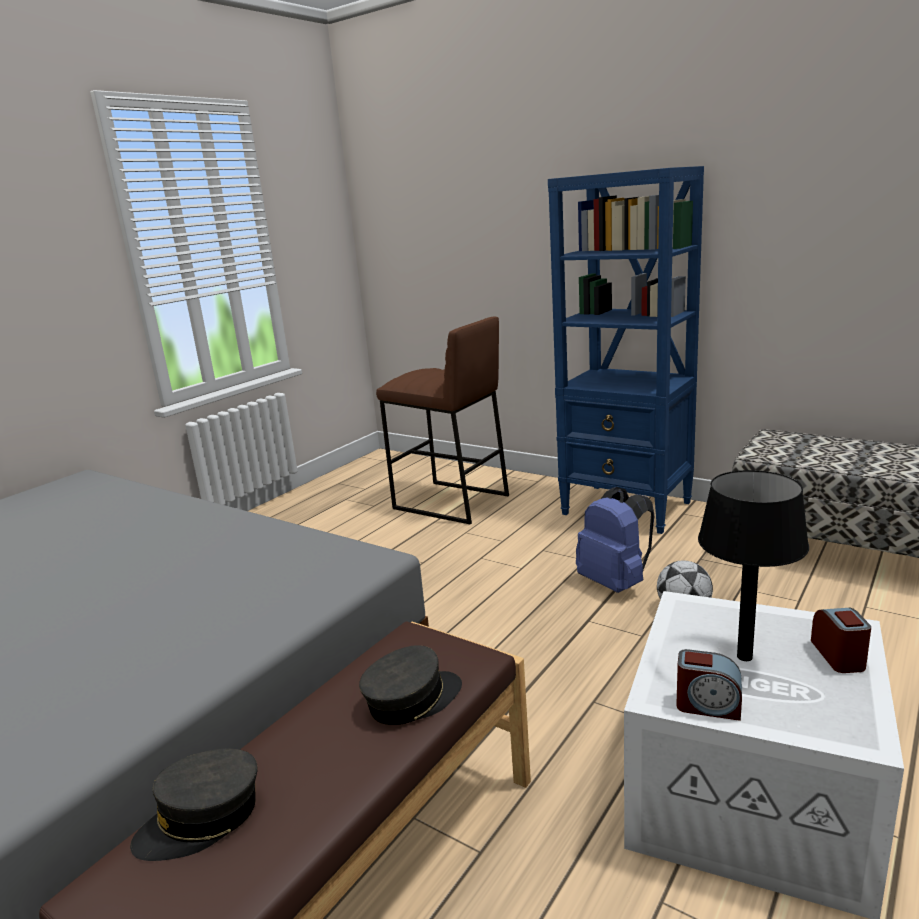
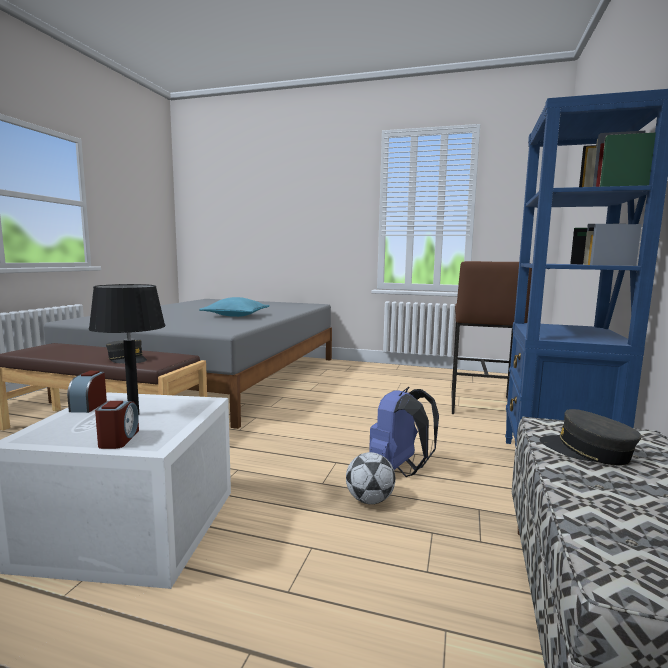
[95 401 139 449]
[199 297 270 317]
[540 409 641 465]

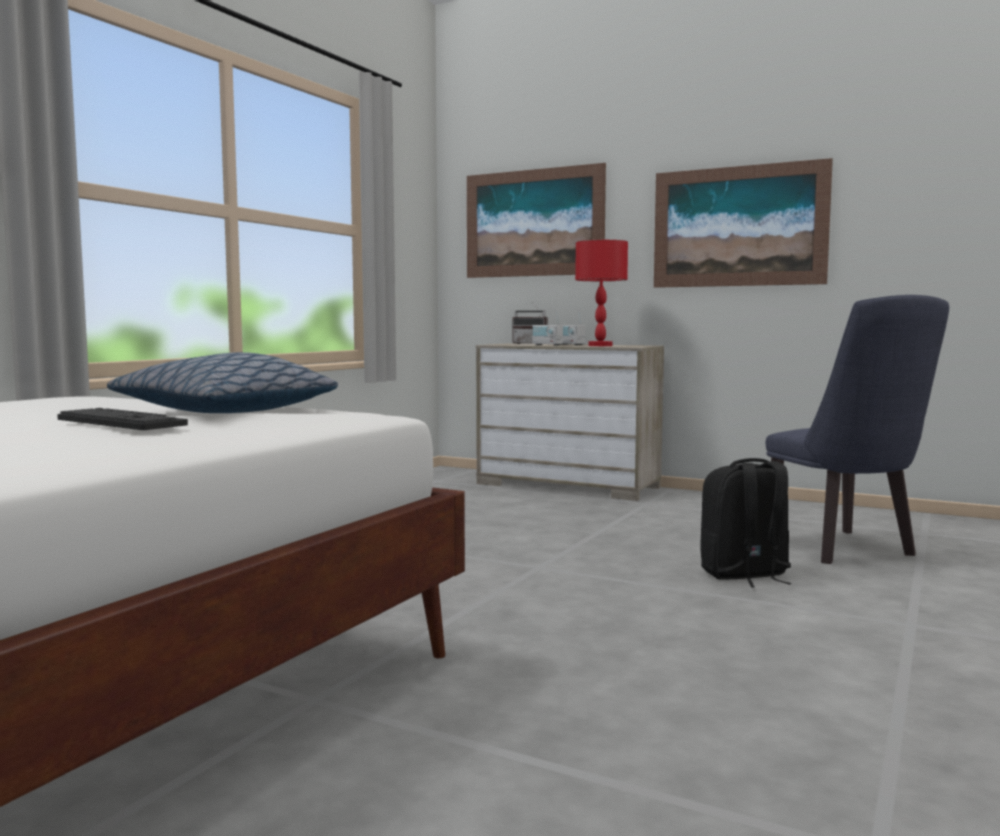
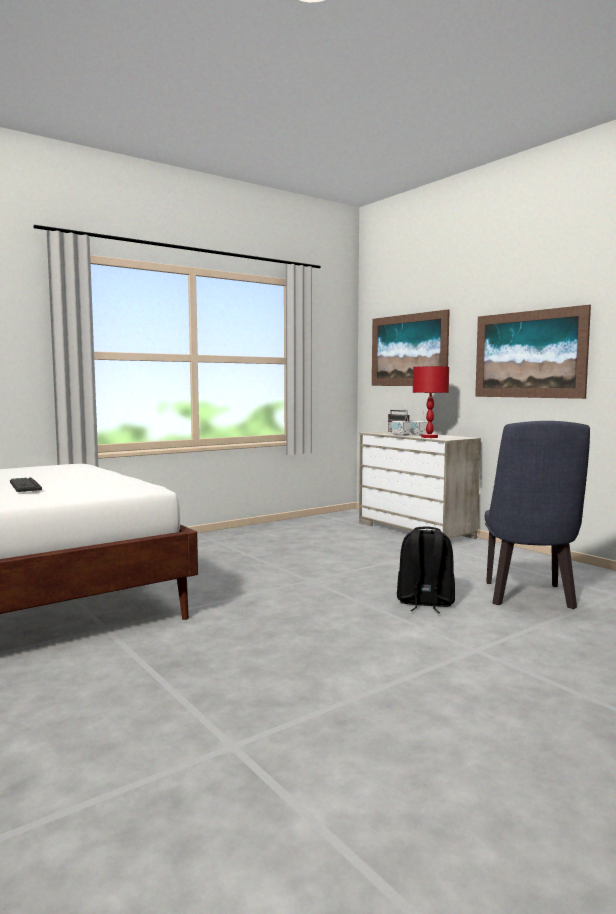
[107 352 338 413] (first image)

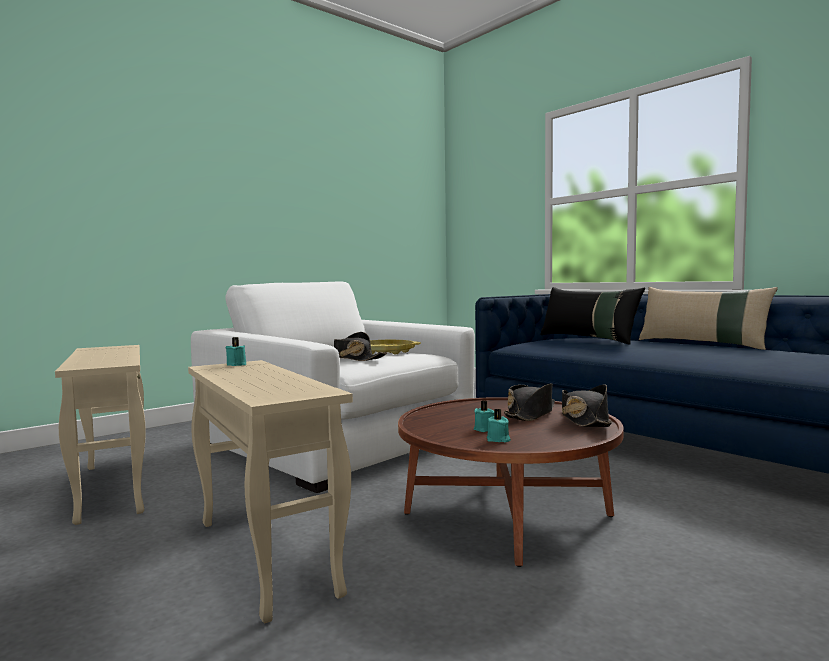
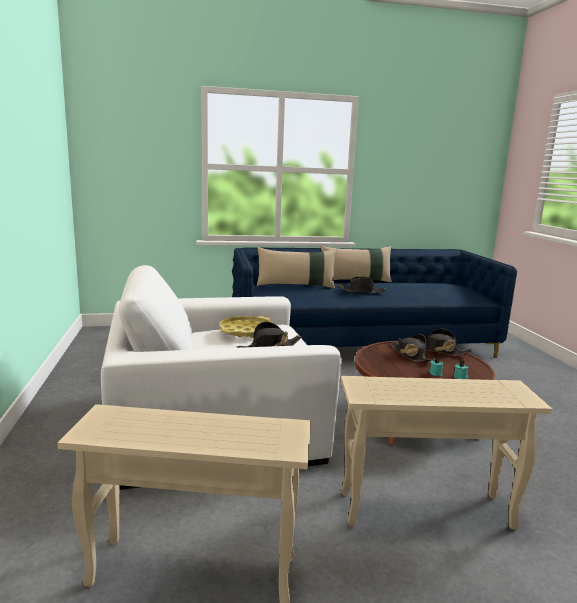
[257 247 336 288]
[338 276 386 293]
[225 337 246 366] (first image)

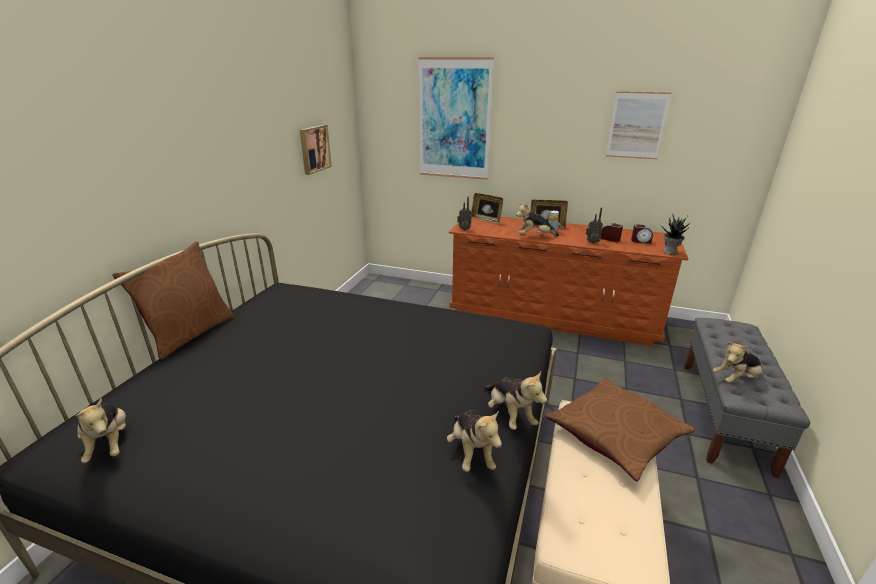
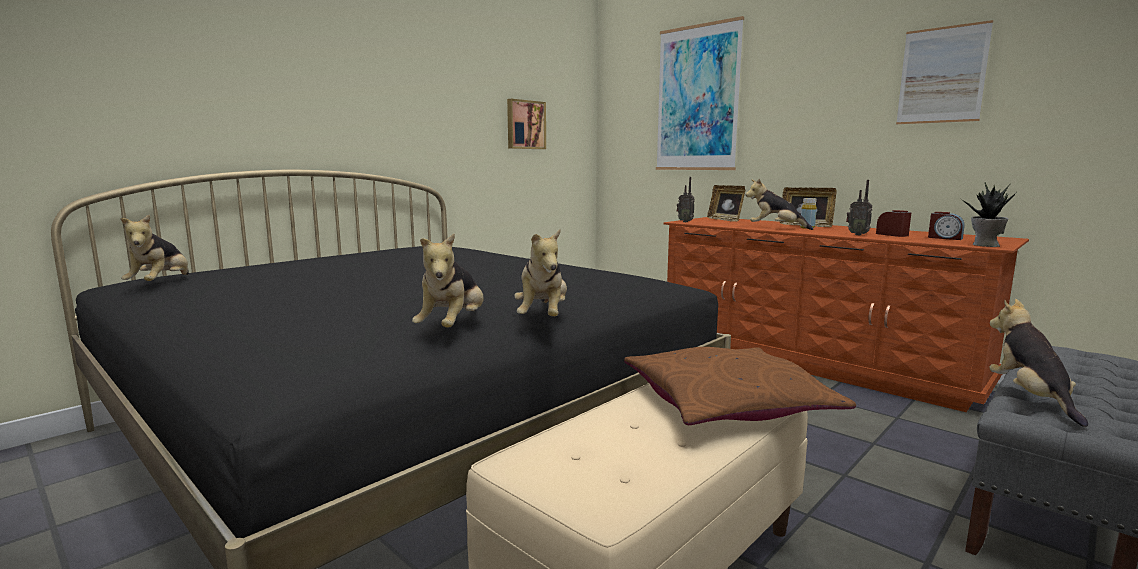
[989 299 1088 427]
[112 242 235 360] (first image)

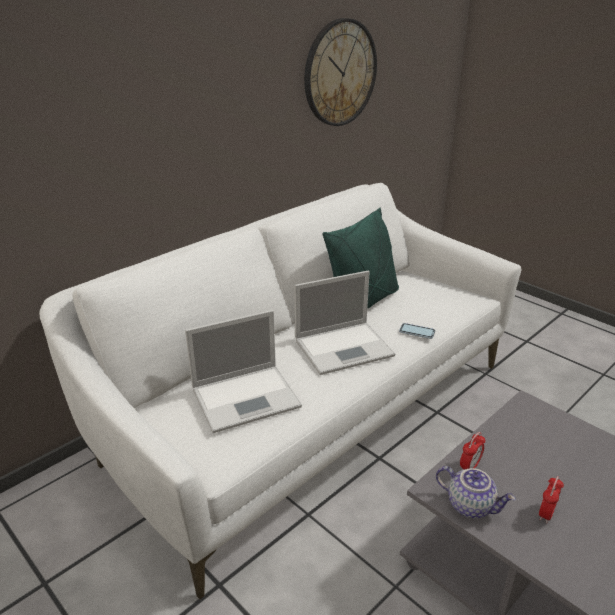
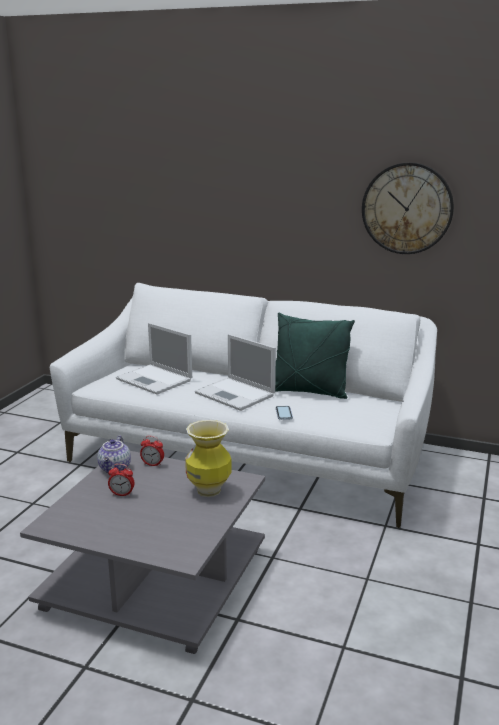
[185 420 232 497]

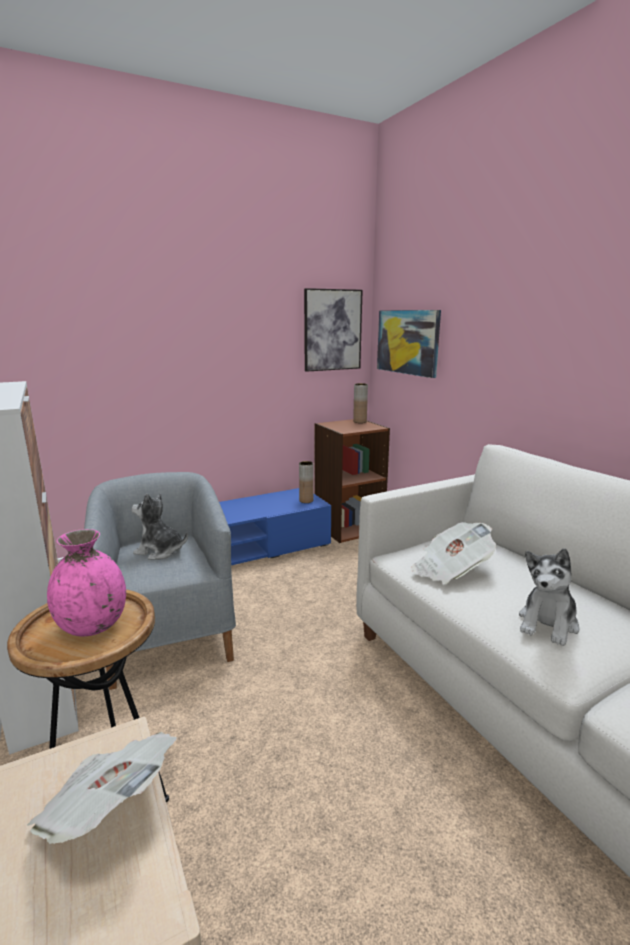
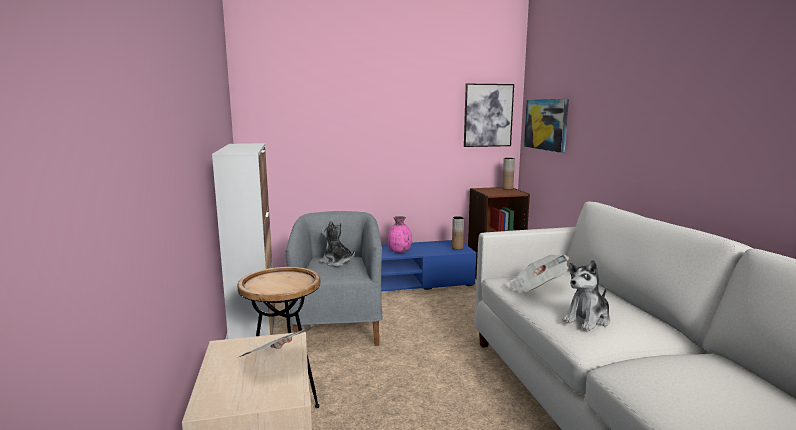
[387 216 412 253]

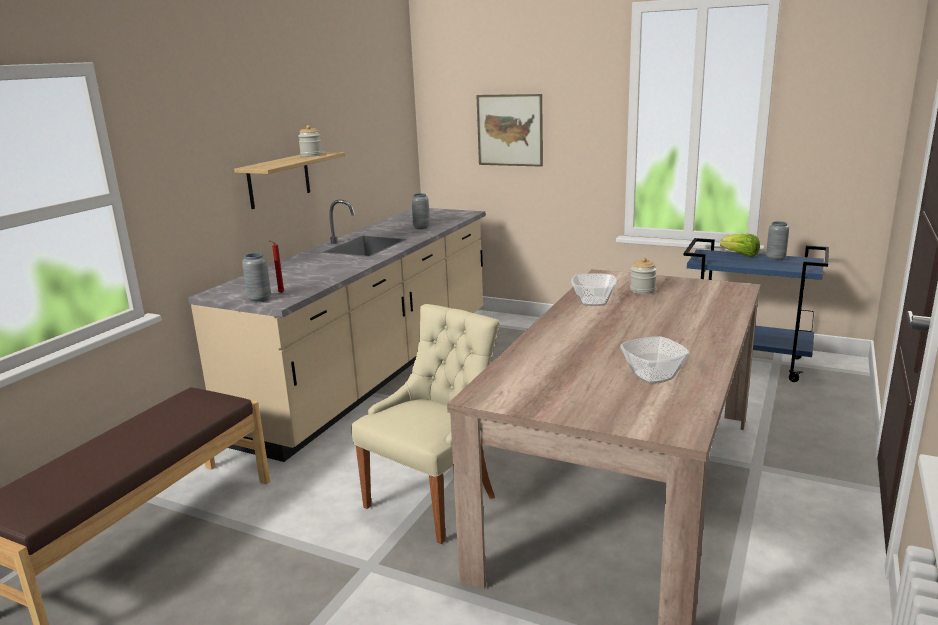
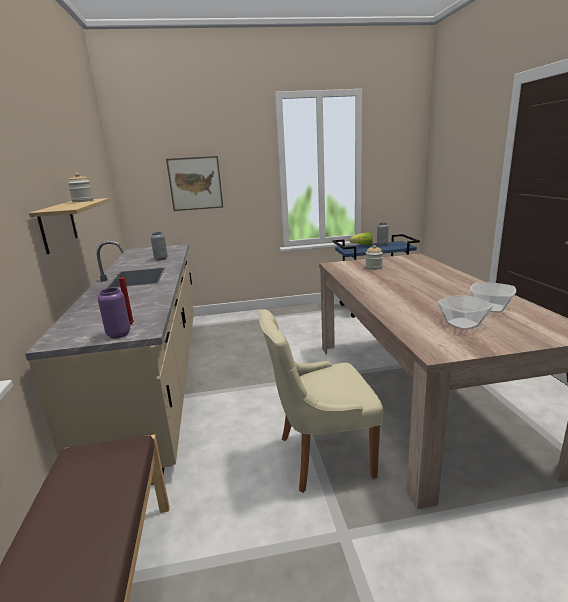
[98 288 130 338]
[259 310 383 493]
[437 295 493 330]

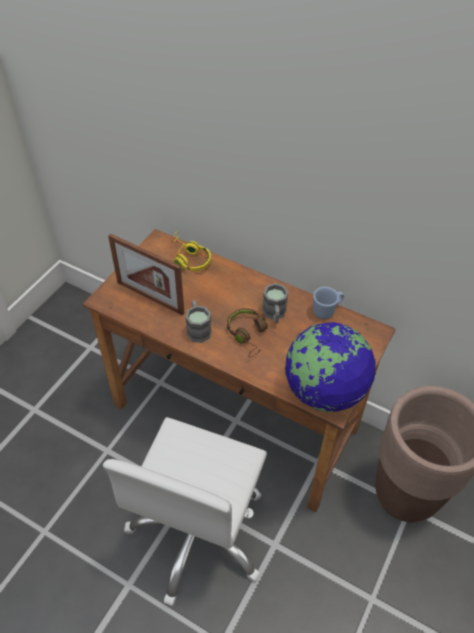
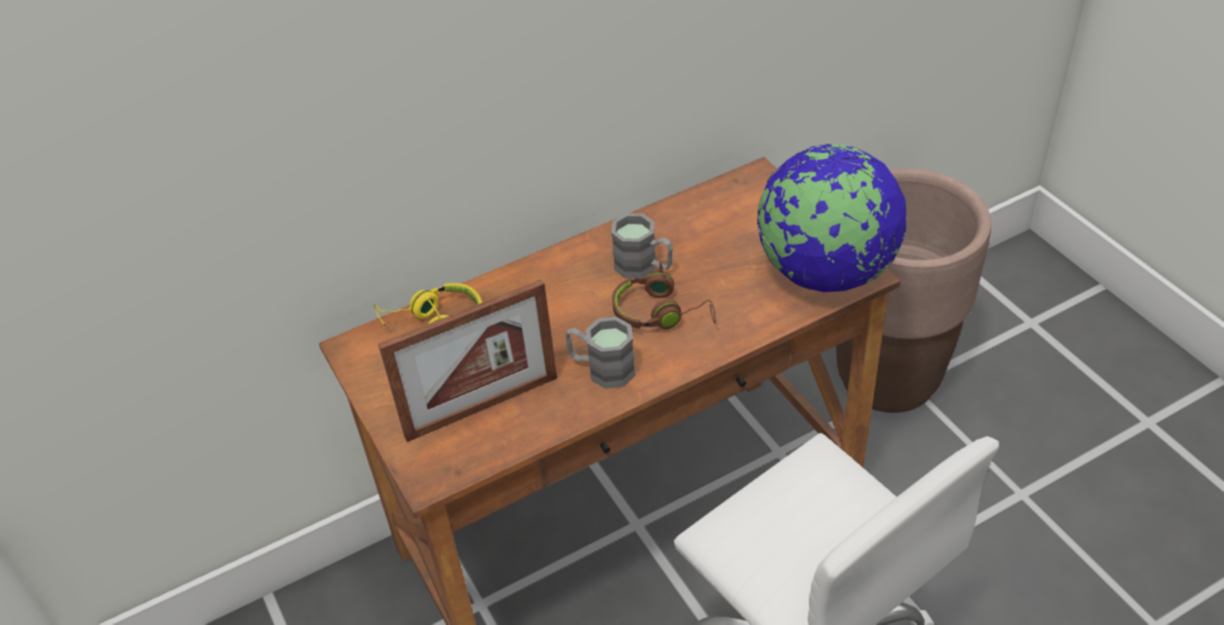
[313 287 344 319] (first image)

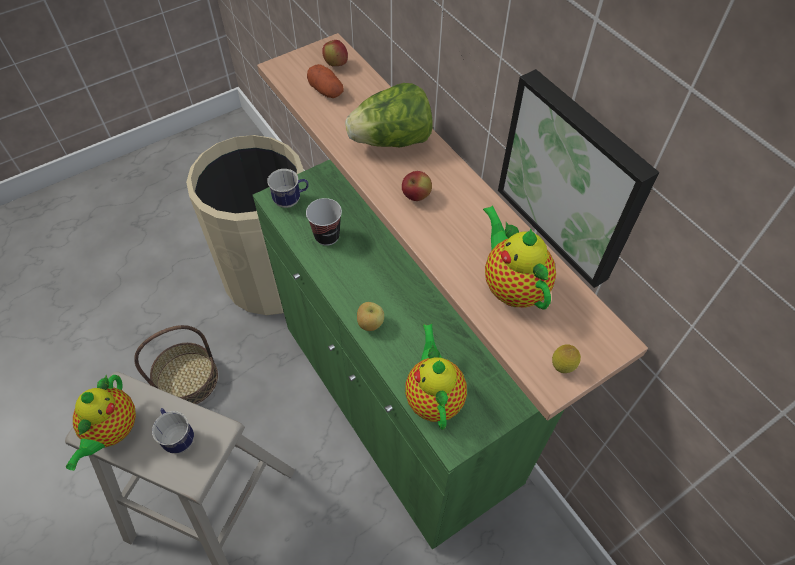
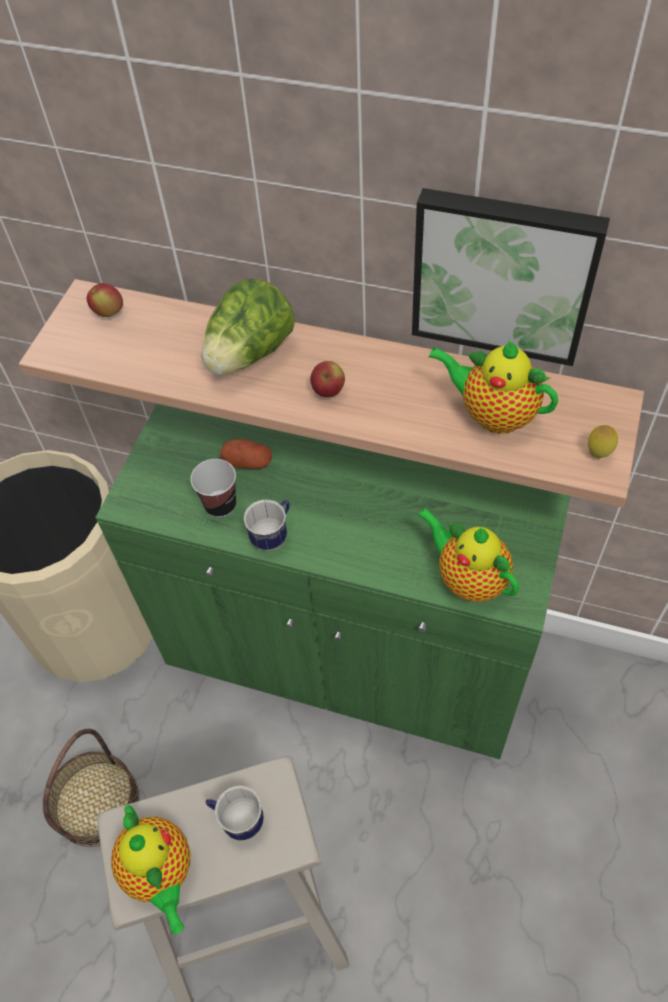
[220 439 272 469]
[244 499 290 551]
[357 302 384 331] (first image)

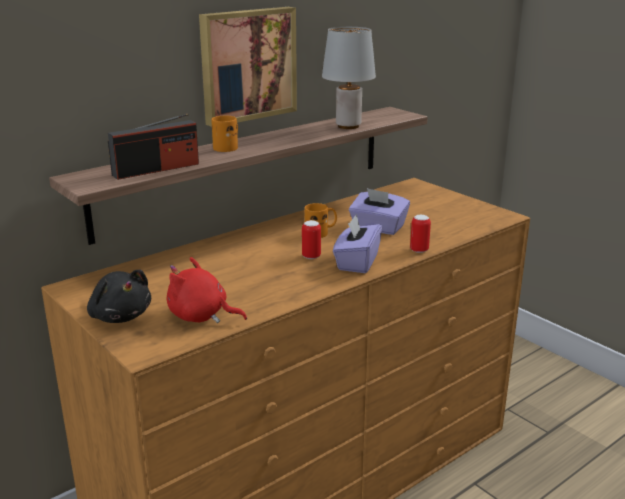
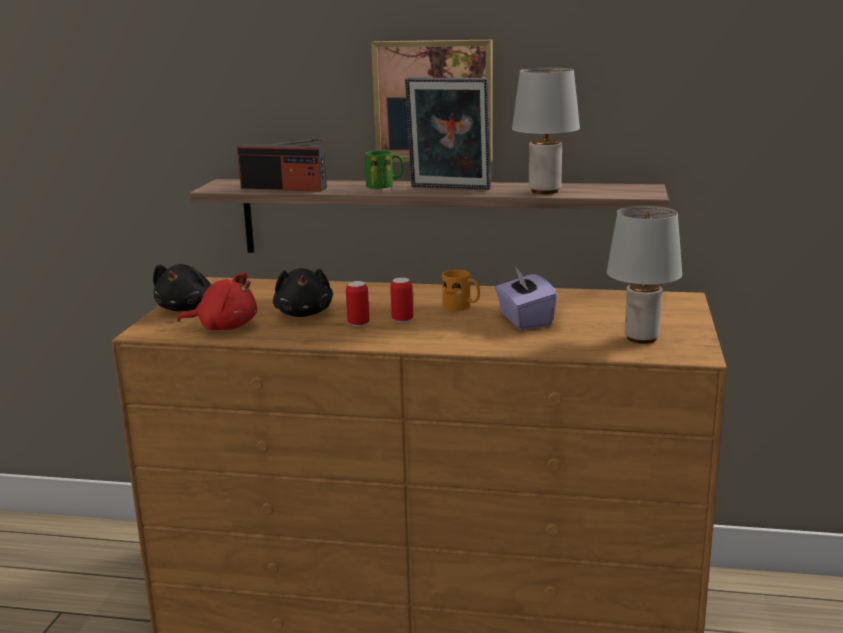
[177 273 257 330]
[273 268 333 317]
[346 281 369 327]
[365 151 404 189]
[405 78 491 190]
[607 206 682 344]
[333 214 382 273] (first image)

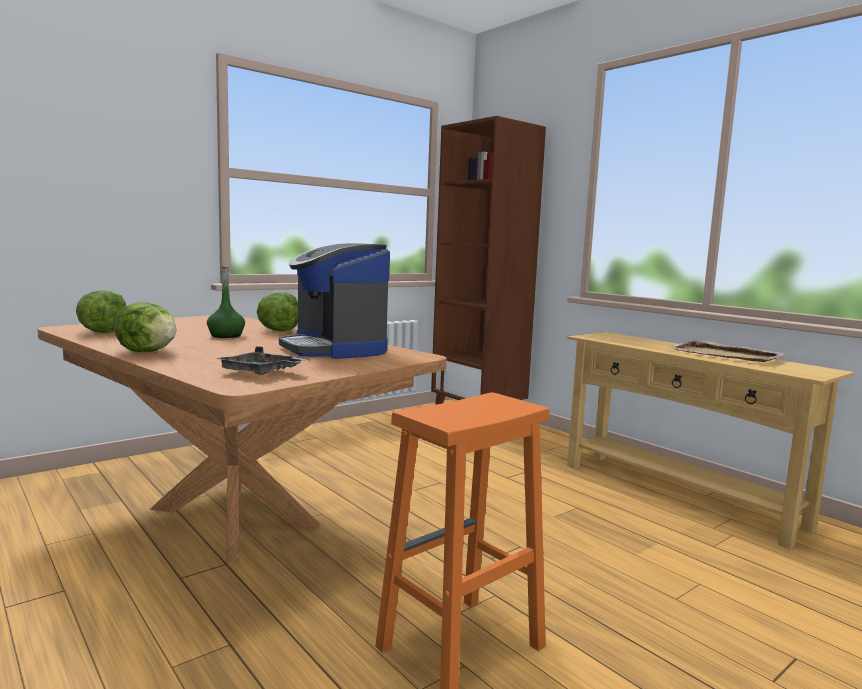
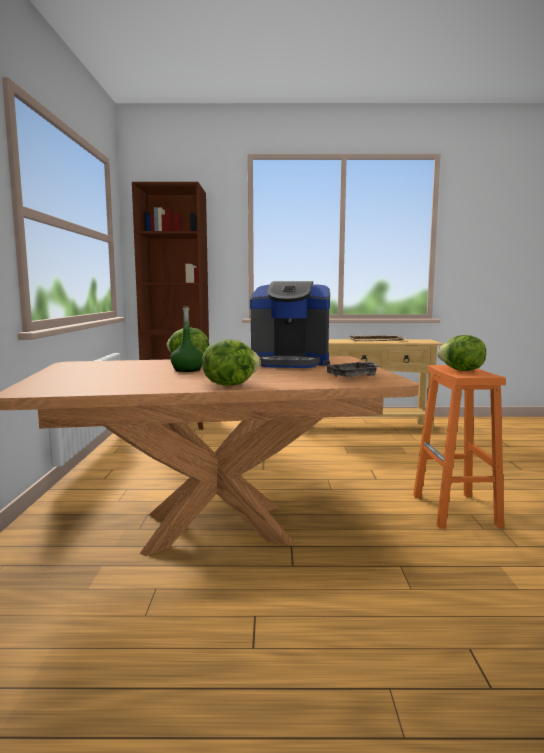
[437 335 486 371]

